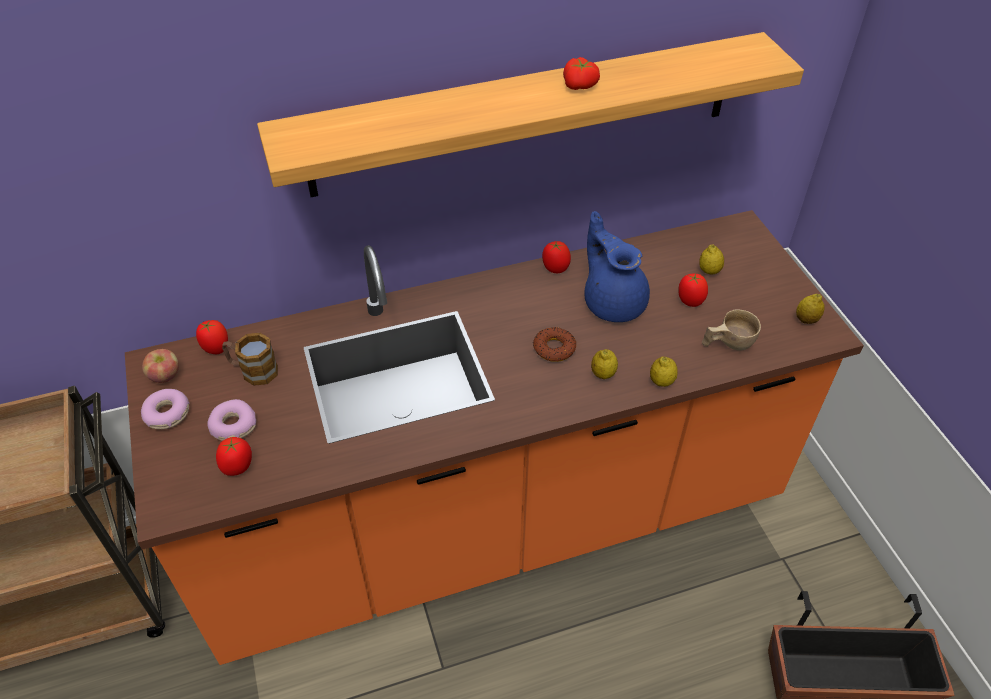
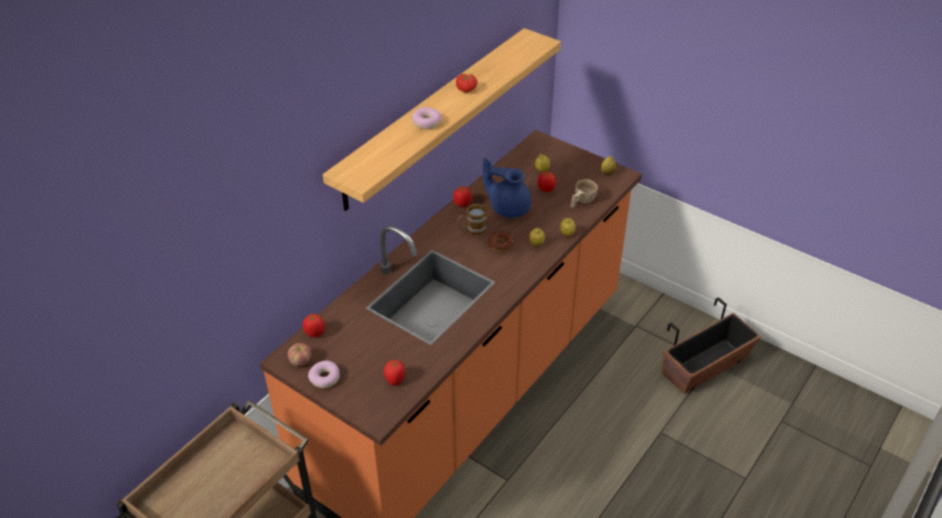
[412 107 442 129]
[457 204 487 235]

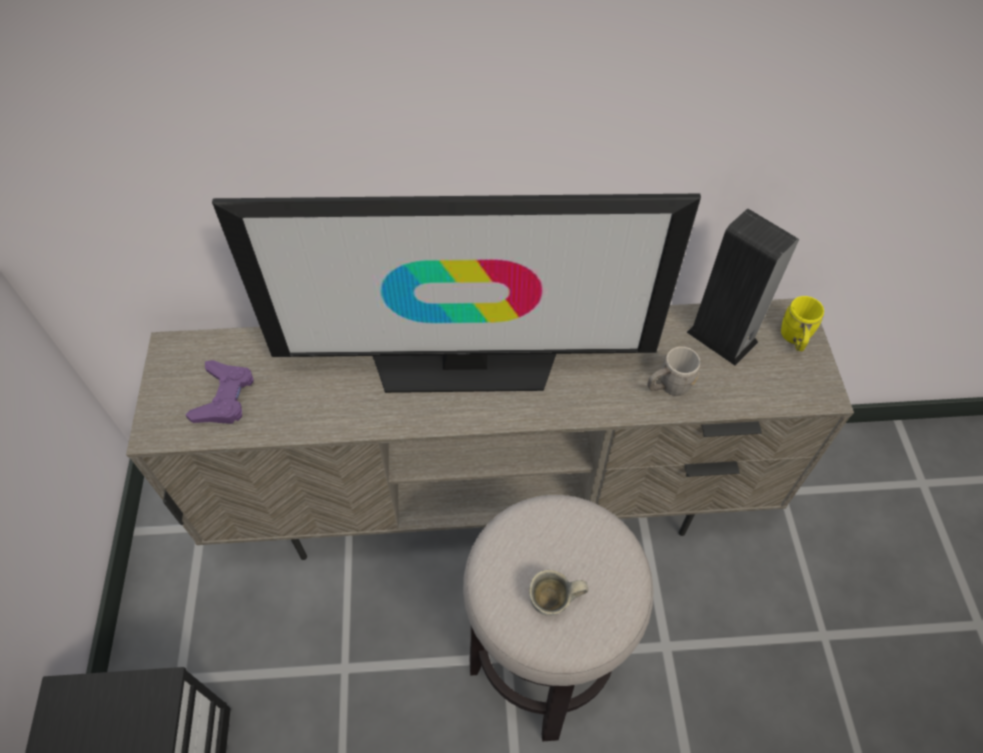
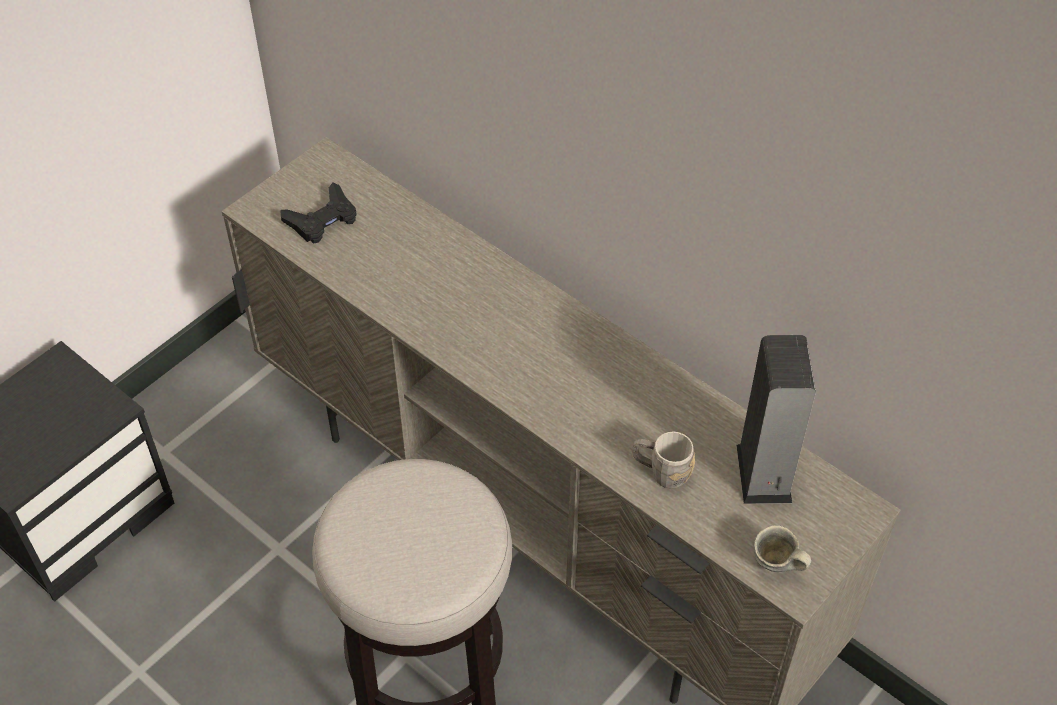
[280 182 356 244]
[754 525 812 572]
[212 194 701 393] (first image)
[781 296 824 351] (first image)

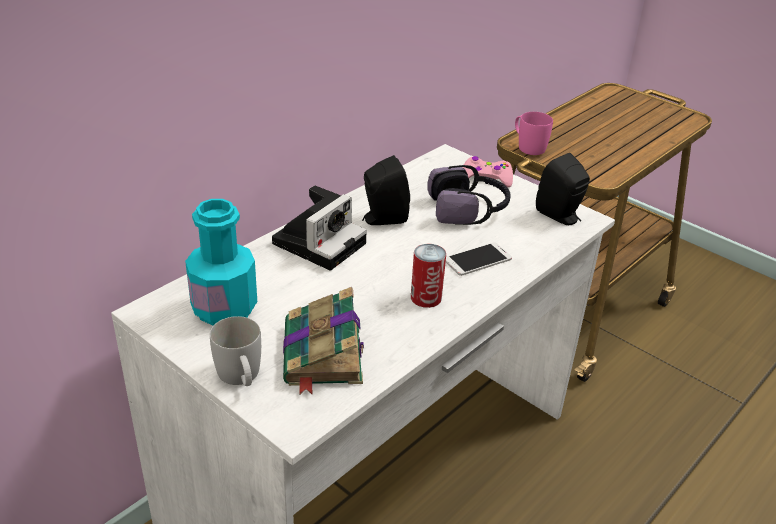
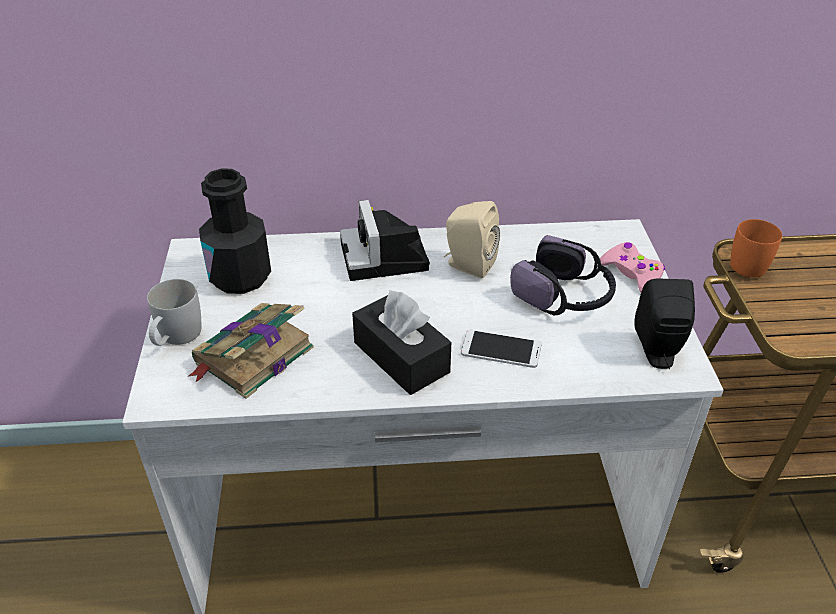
[199 168 271 294]
[340 200 430 281]
[352 290 451 395]
[444 201 500 278]
[730 219 782 277]

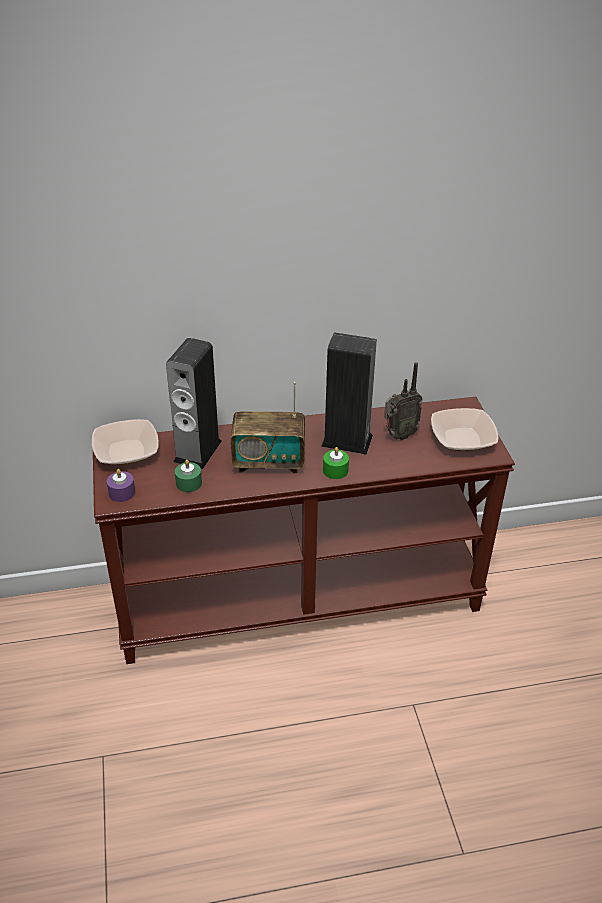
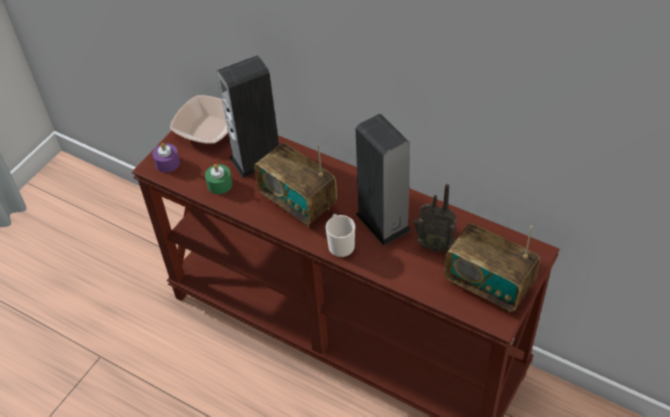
[326 214 355 257]
[444 223 540 313]

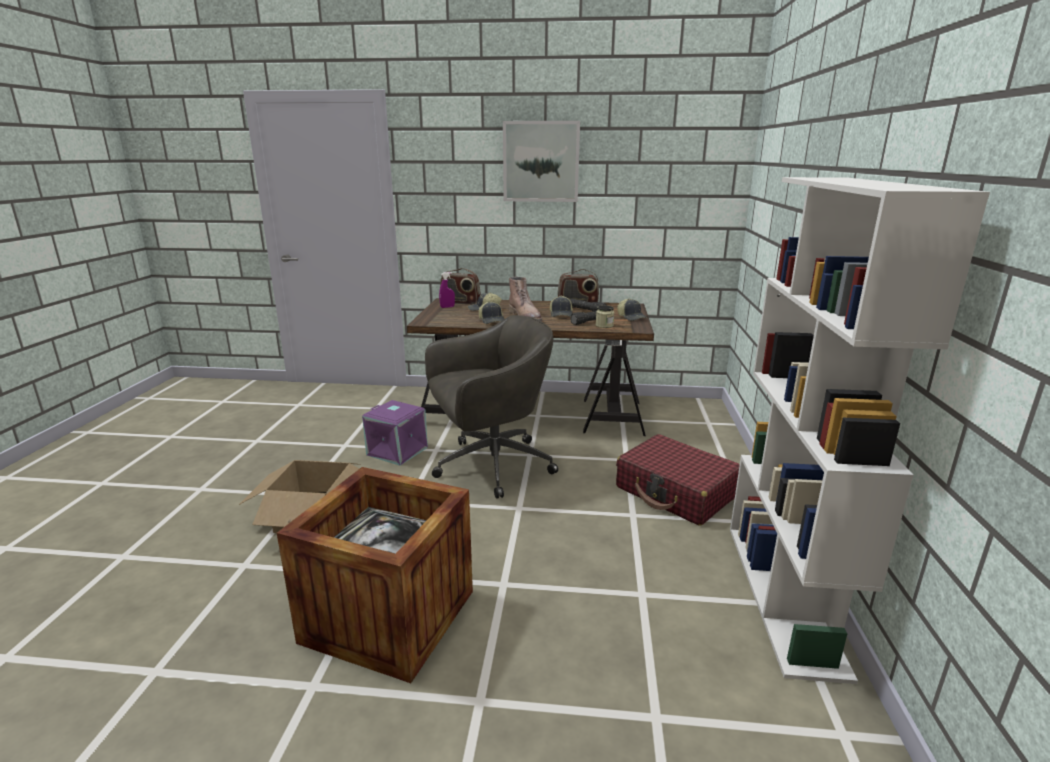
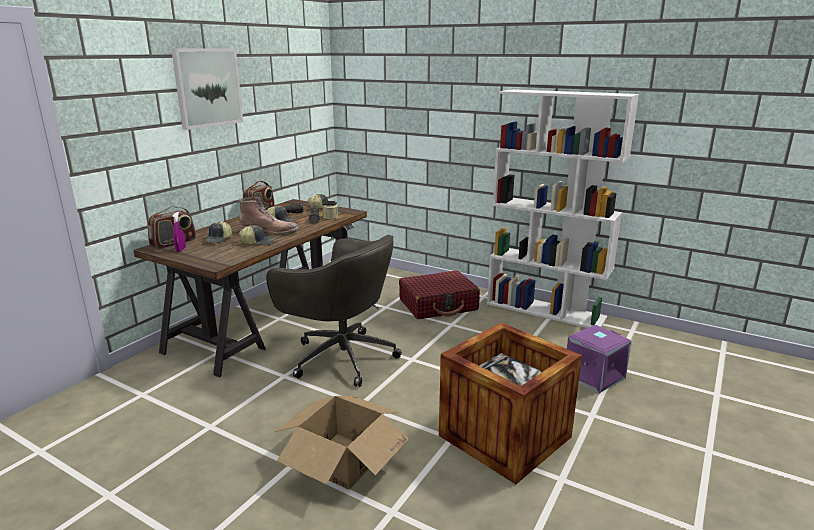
[266 235 402 387]
[567 325 632 393]

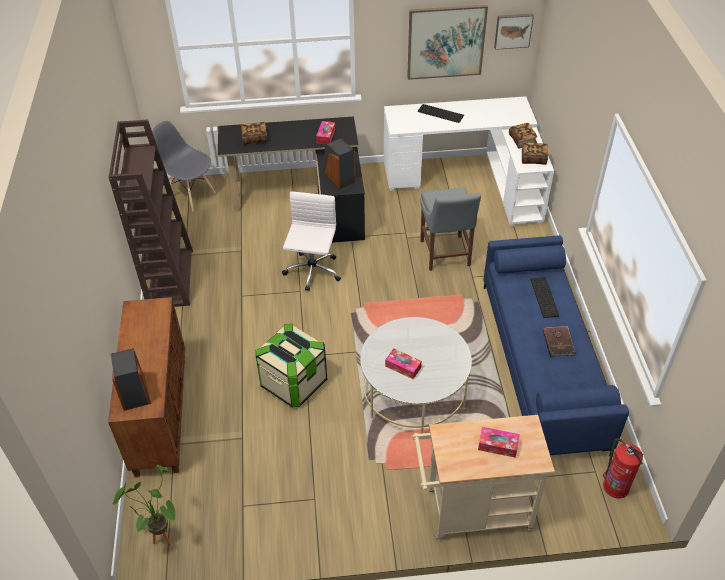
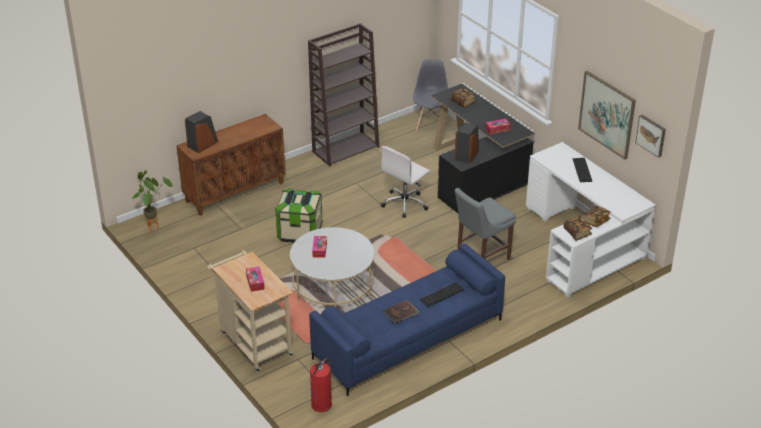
[381 146 430 218]

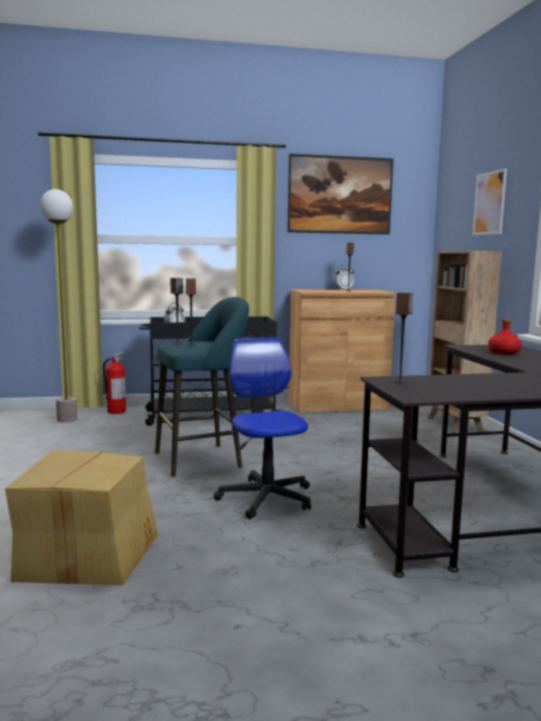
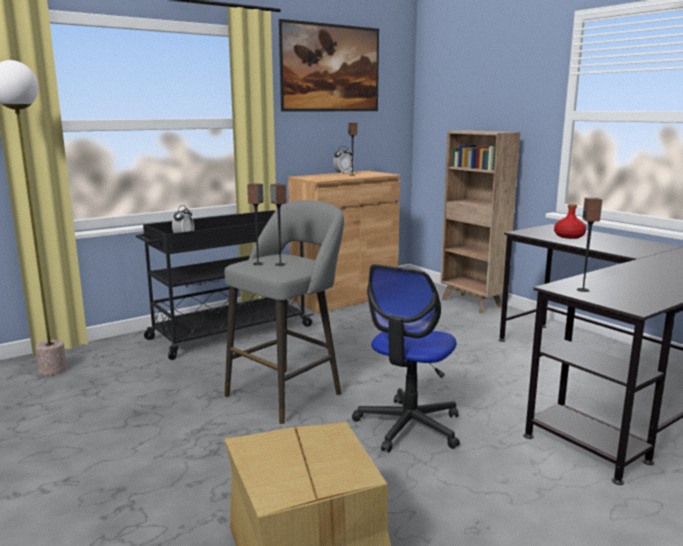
[225 200 344 424]
[352 264 460 453]
[103 351 126 414] (first image)
[473 168 507 235] (first image)

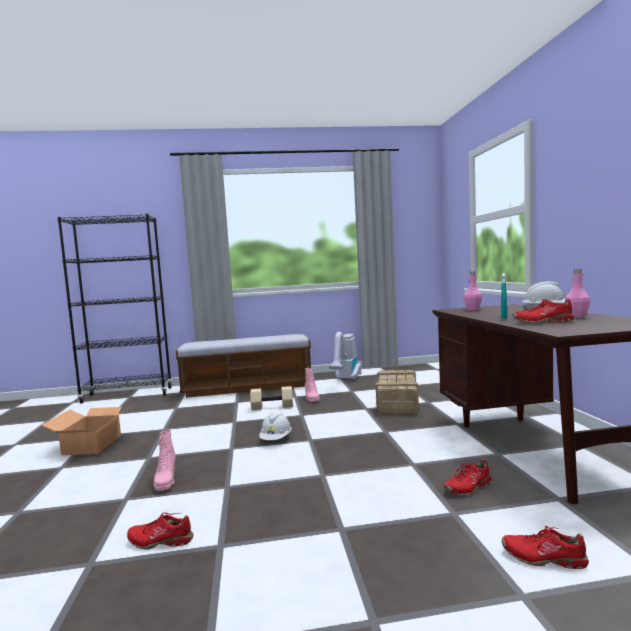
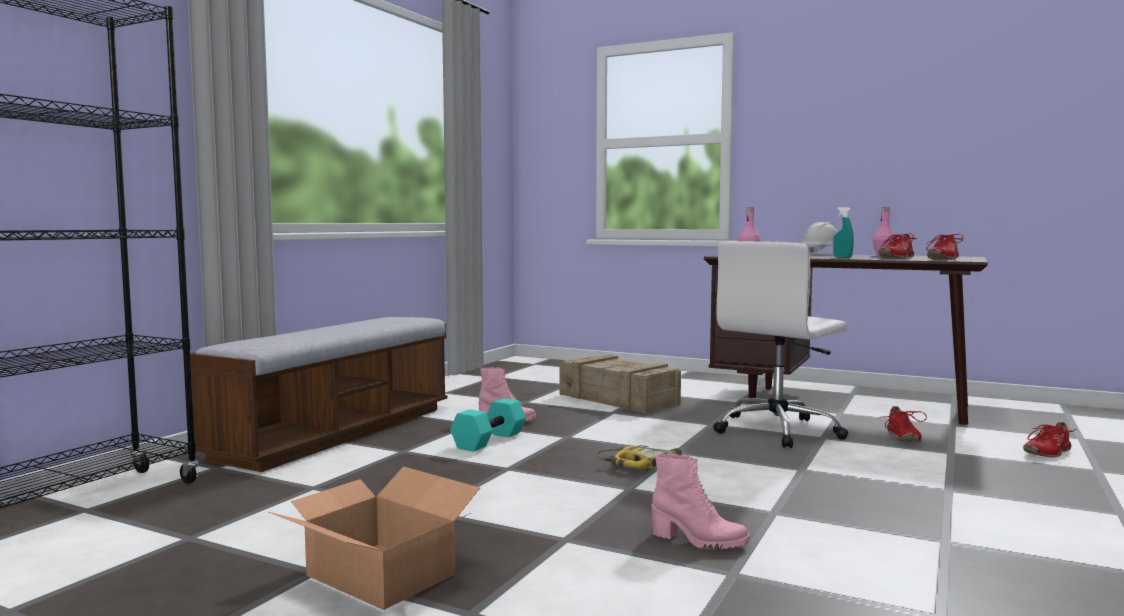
[450 398 526 452]
[597 445 682 469]
[713 241 848 448]
[926 234 964 260]
[329 332 361 380] (first image)

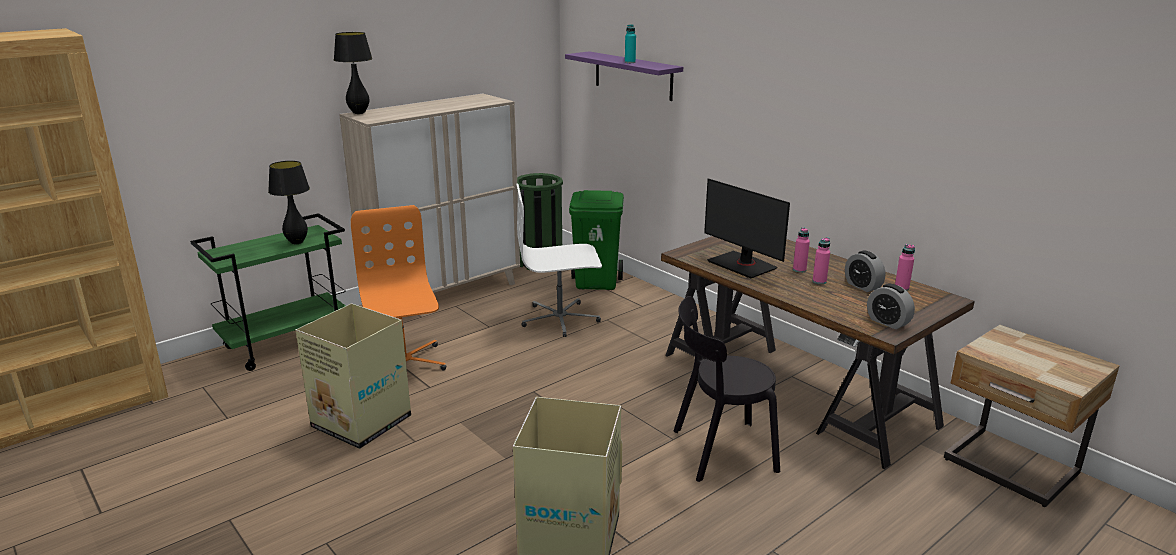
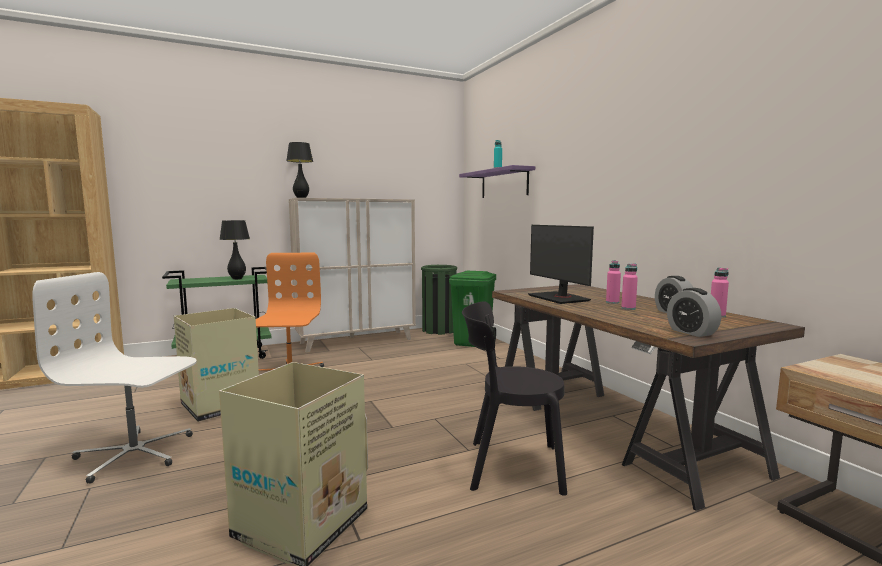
[32 272 197 484]

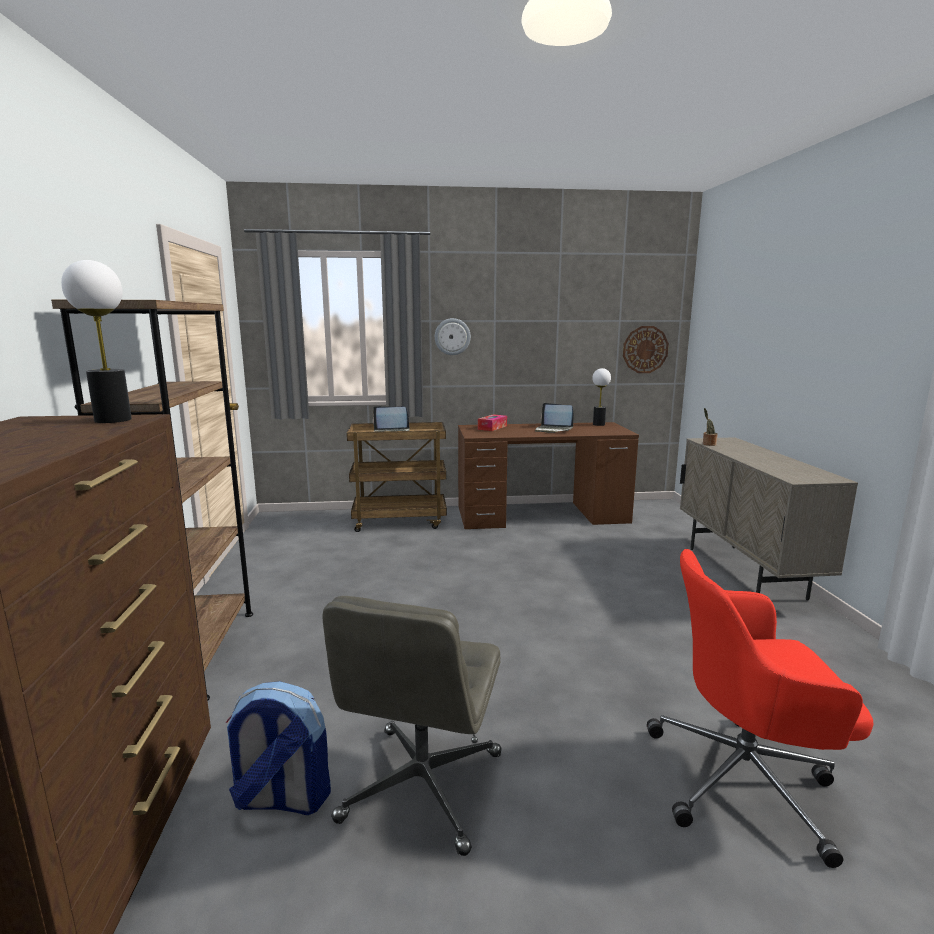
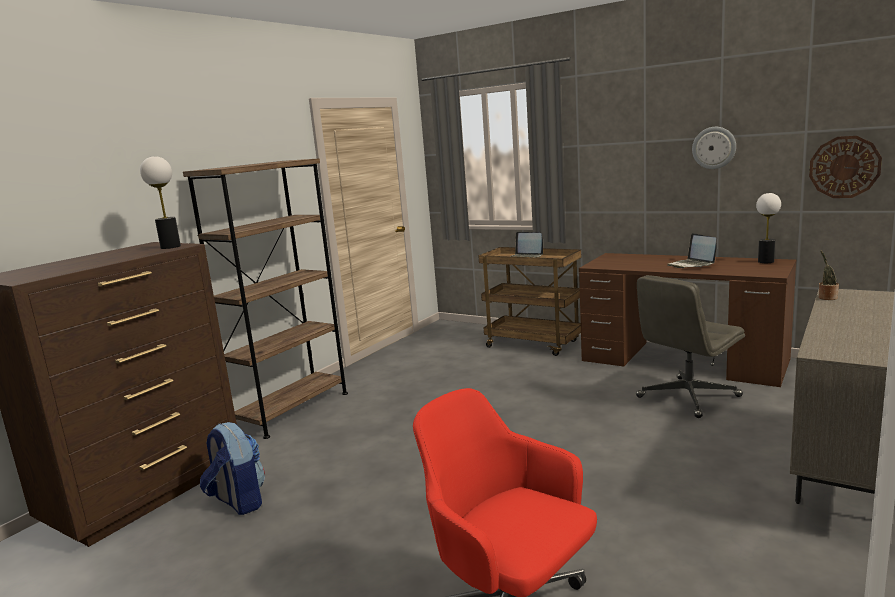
[636 275 745 418]
[692 127 736 169]
[478 414 507 431] (first image)

